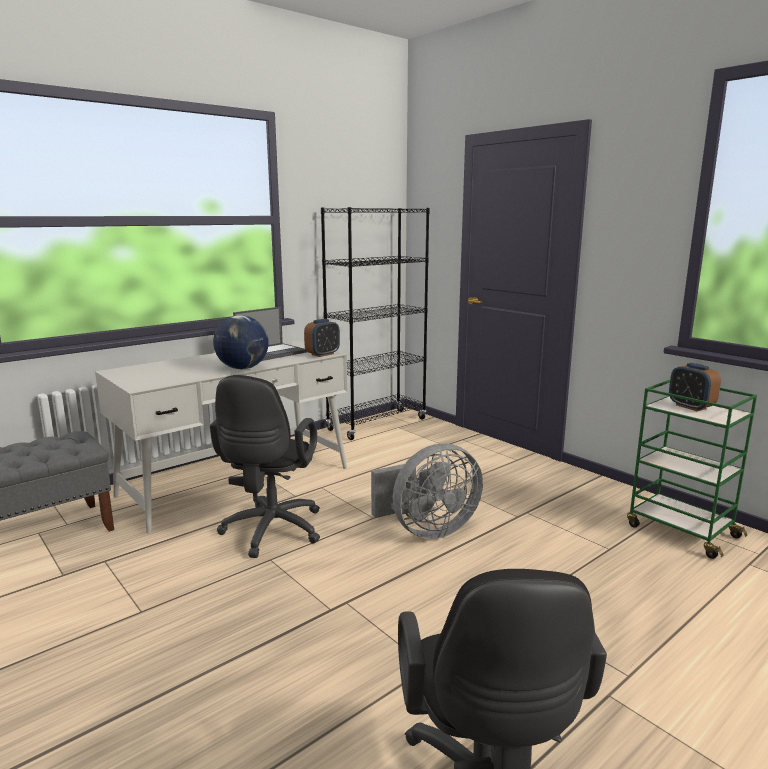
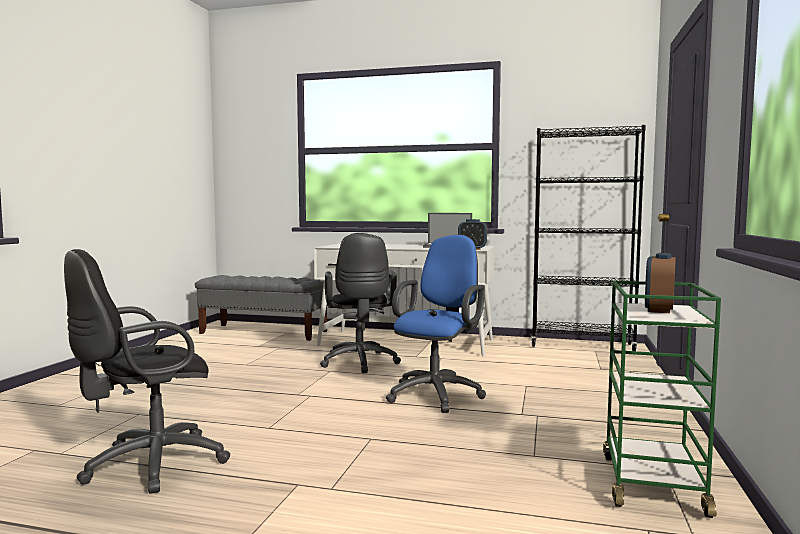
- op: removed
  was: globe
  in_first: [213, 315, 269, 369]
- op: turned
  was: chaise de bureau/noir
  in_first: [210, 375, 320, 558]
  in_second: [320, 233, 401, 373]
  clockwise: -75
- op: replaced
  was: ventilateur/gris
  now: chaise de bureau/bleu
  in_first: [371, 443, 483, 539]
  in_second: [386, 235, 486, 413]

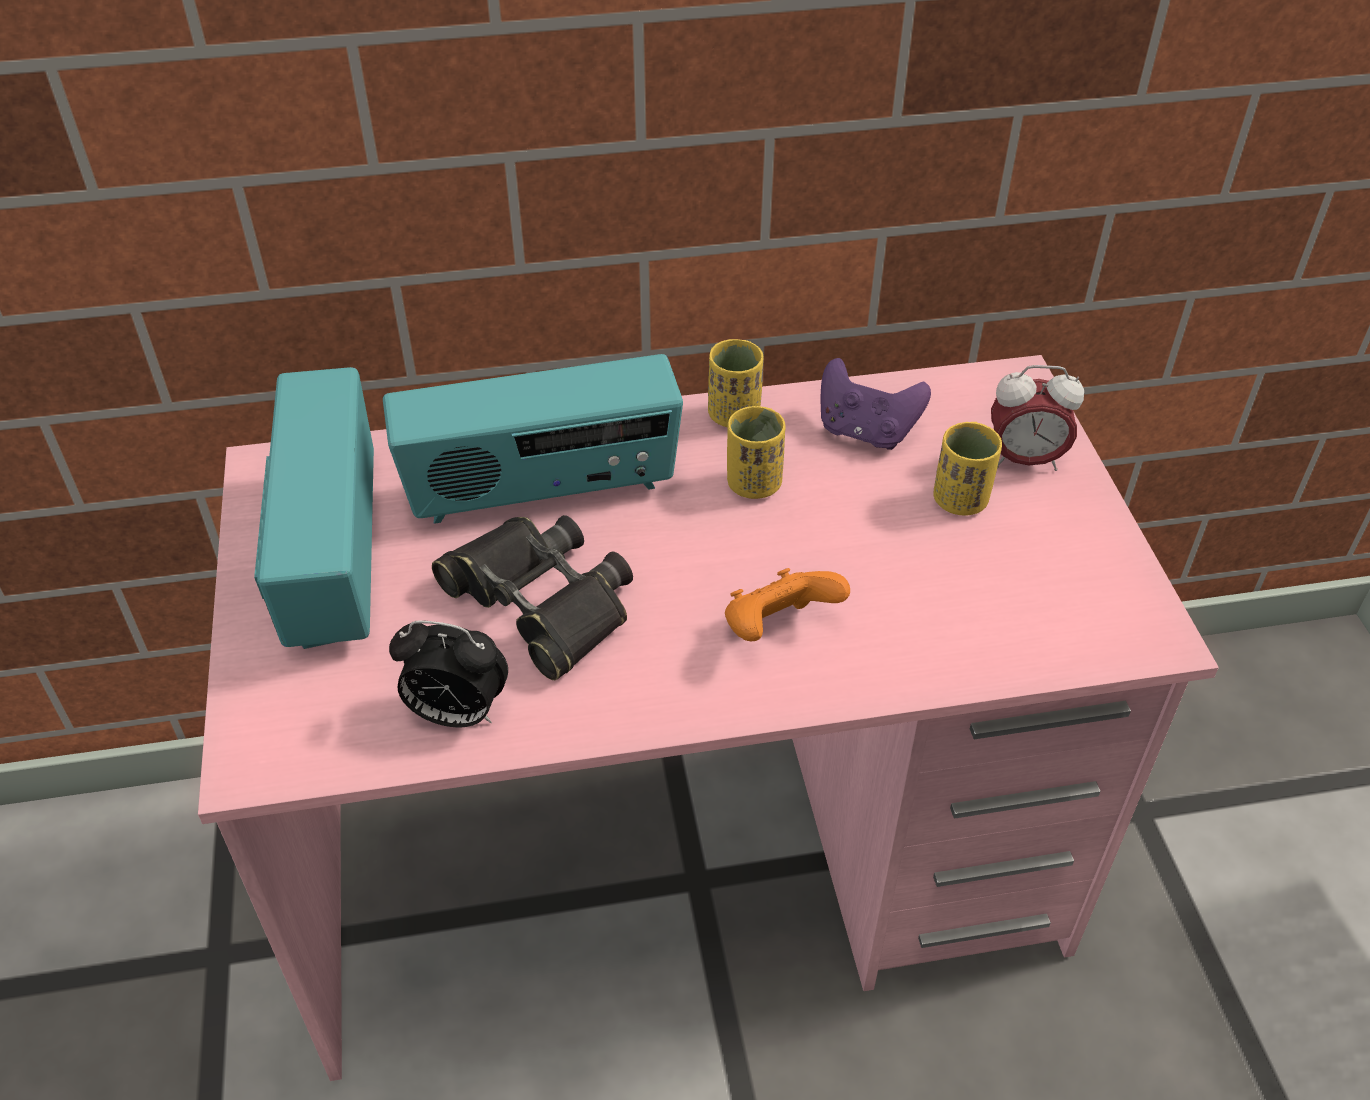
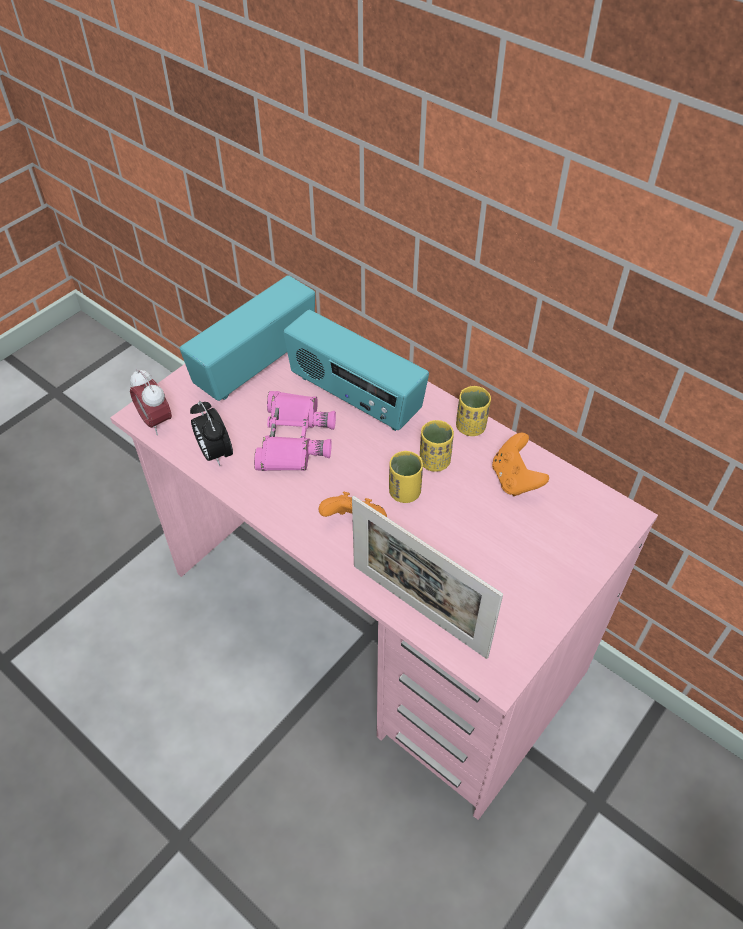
- op: recoloured
  was: manette/violet
  now: manette/orange
  in_first: [821, 358, 931, 450]
  in_second: [492, 433, 549, 496]
- op: moved
  was: réveil
  in_first: [991, 365, 1084, 471]
  in_second: [130, 369, 172, 435]
- op: moved
  was: tasse/jaune
  in_first: [933, 422, 1002, 516]
  in_second: [389, 451, 423, 503]
- op: recoloured
  was: jumelles/noir
  now: jumelles/rose
  in_first: [432, 515, 633, 680]
  in_second: [254, 391, 336, 471]
- op: added
  now: cadre photo
  in_second: [352, 496, 503, 659]

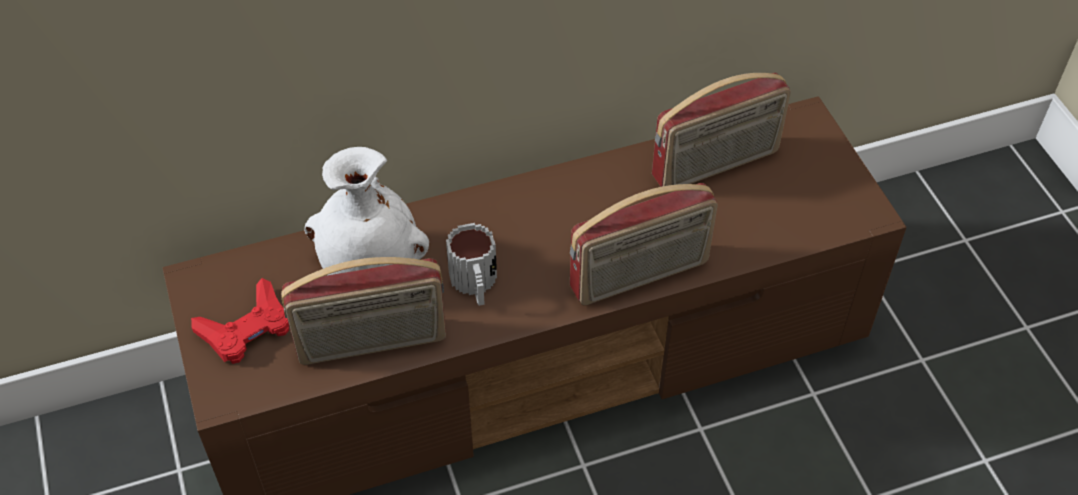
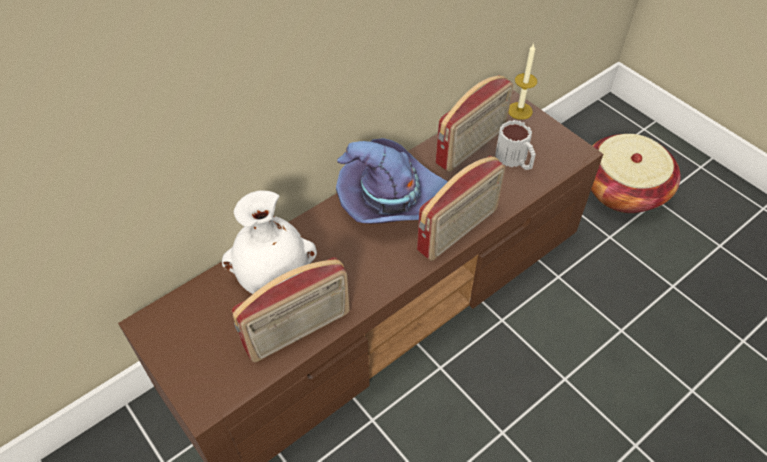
- op: moved
  was: mug
  in_first: [446, 223, 497, 306]
  in_second: [495, 120, 536, 170]
- op: removed
  was: manette/rouge
  in_first: [191, 278, 289, 364]
- op: added
  now: bougie
  in_second: [508, 43, 537, 120]
- op: added
  now: panier
  in_second: [591, 134, 681, 213]
- op: added
  now: chapeau/violet
  in_second: [336, 138, 448, 224]

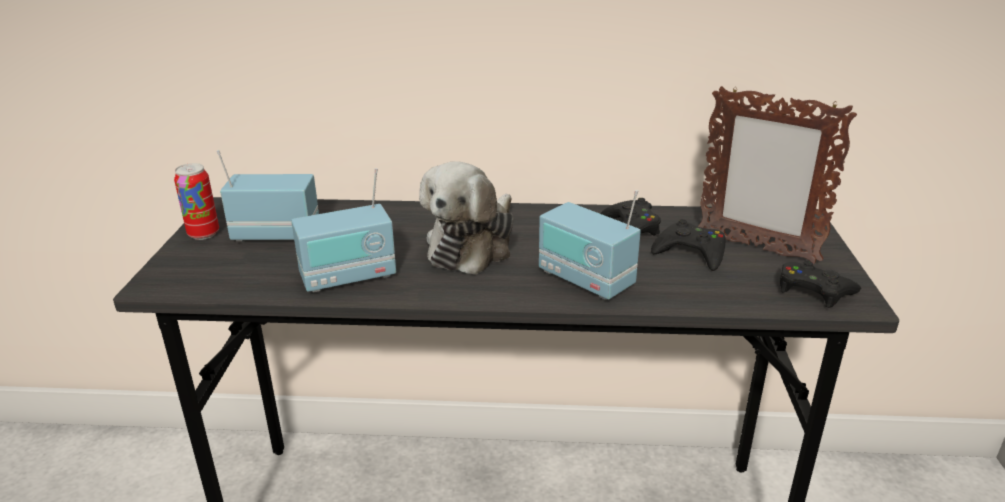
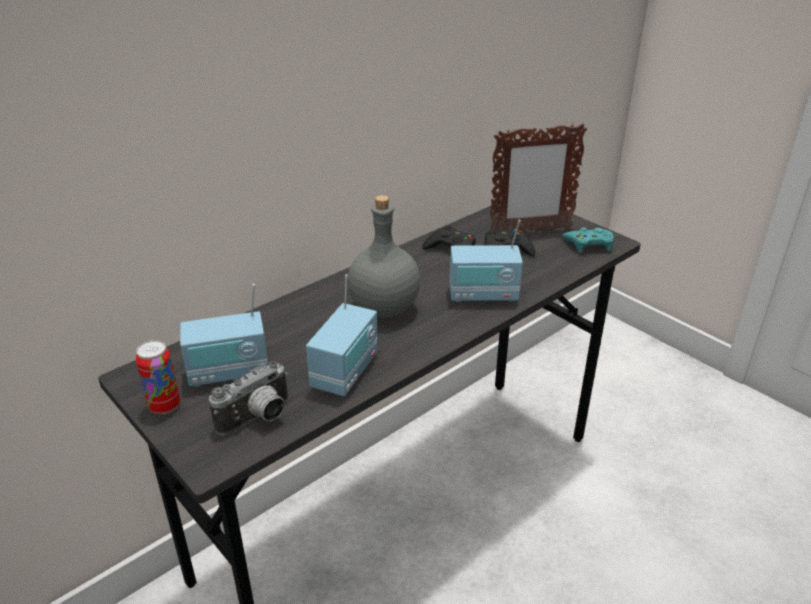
- op: turned
  was: radio
  in_first: [217, 150, 319, 242]
  in_second: [180, 284, 268, 387]
  clockwise: -150
- op: replaced
  was: peluche
  now: bouteille/gris
  in_first: [419, 161, 514, 275]
  in_second: [348, 195, 420, 318]
- op: recoloured
  was: manette/noir
  now: manette/turquoise
  in_first: [780, 261, 861, 308]
  in_second: [562, 227, 614, 252]
- op: added
  now: appareil photo
  in_second: [209, 361, 288, 436]

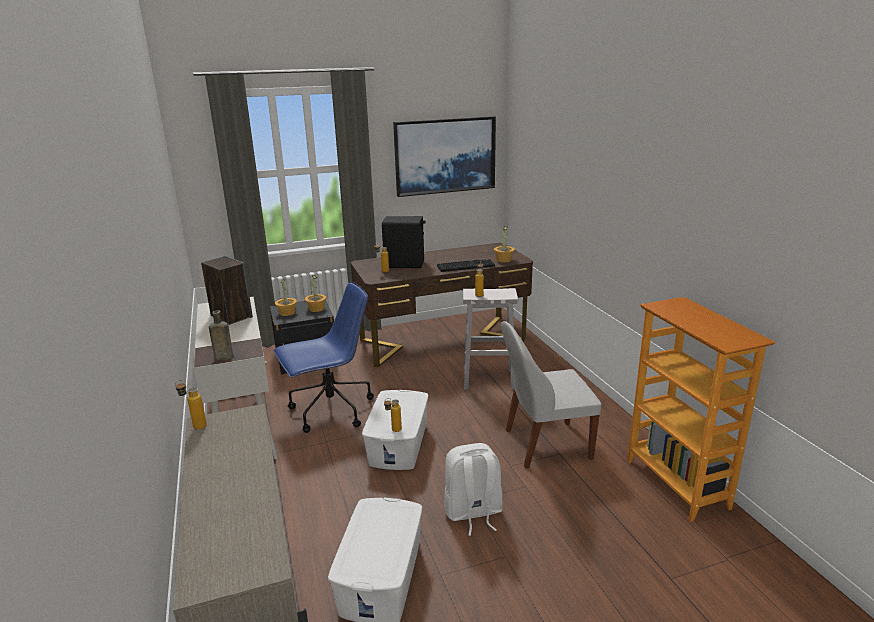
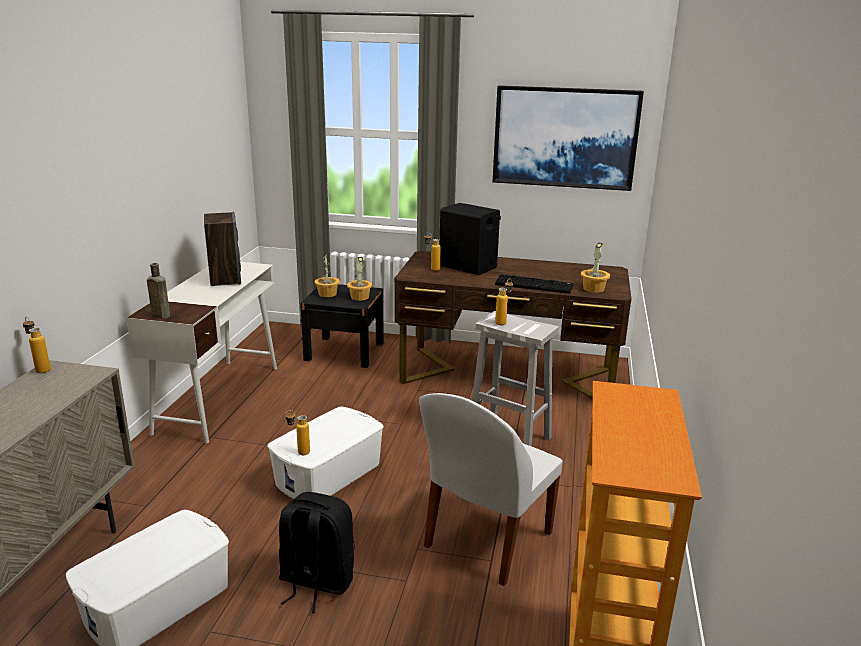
- op: removed
  was: chaise de bureau/bleu
  in_first: [274, 282, 374, 433]
- op: turned
  was: chaise/blanc
  in_first: [501, 321, 601, 468]
  in_second: [419, 393, 563, 586]
  clockwise: -75
- op: recoloured
  was: sac à dos/blanc
  now: sac à dos/noir
  in_first: [444, 443, 502, 536]
  in_second: [279, 492, 355, 613]

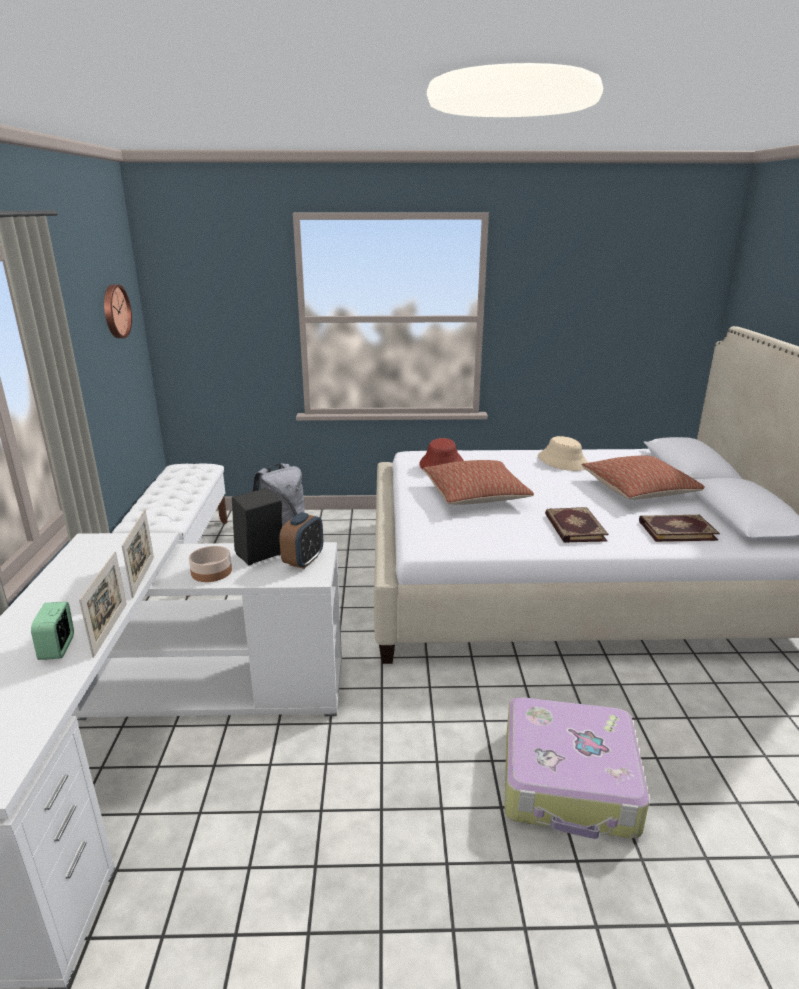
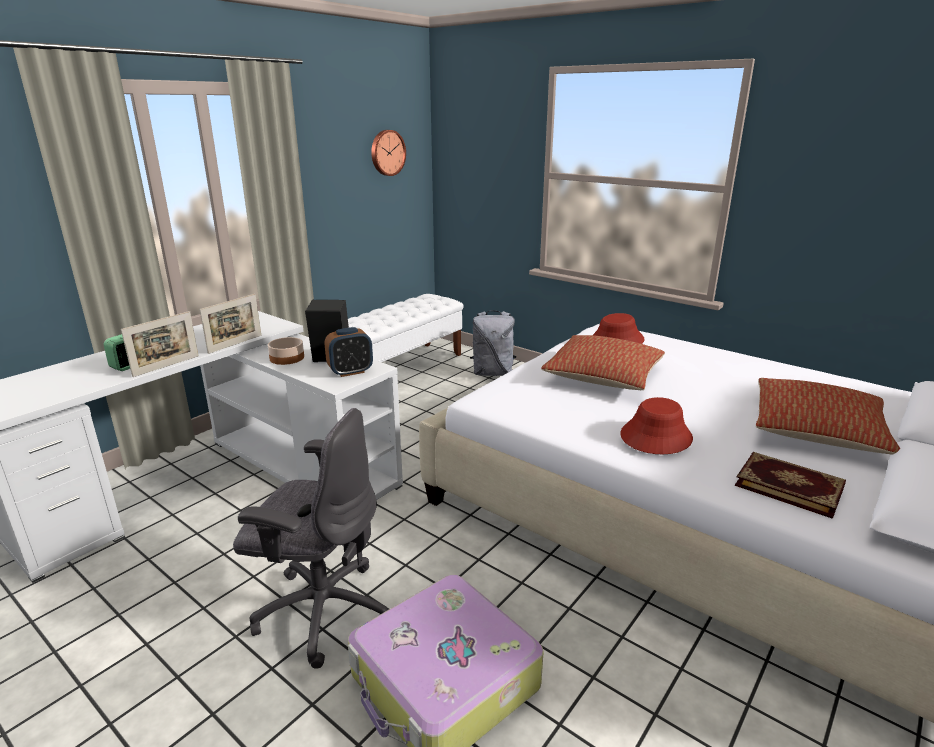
- op: removed
  was: chapeau/beige
  in_first: [538, 436, 588, 471]
- op: replaced
  was: livre
  now: chapeau/rouge
  in_first: [545, 507, 608, 543]
  in_second: [620, 397, 693, 454]
- op: added
  now: chaise de bureau/gris
  in_second: [233, 408, 389, 669]

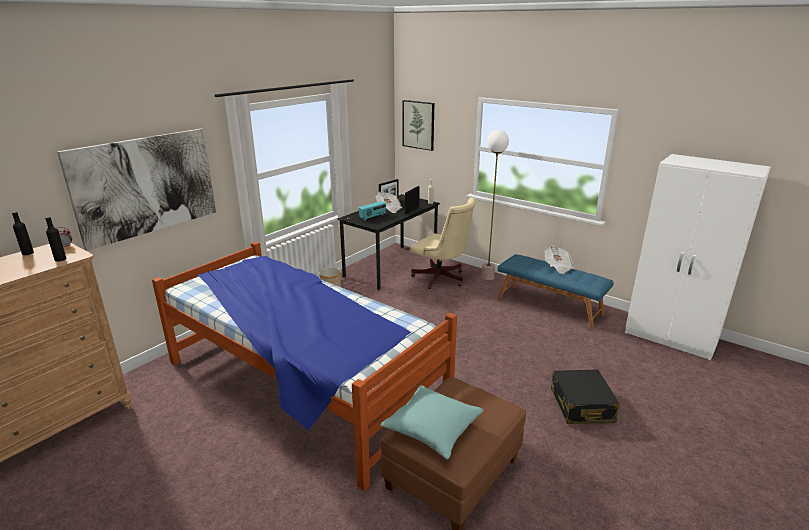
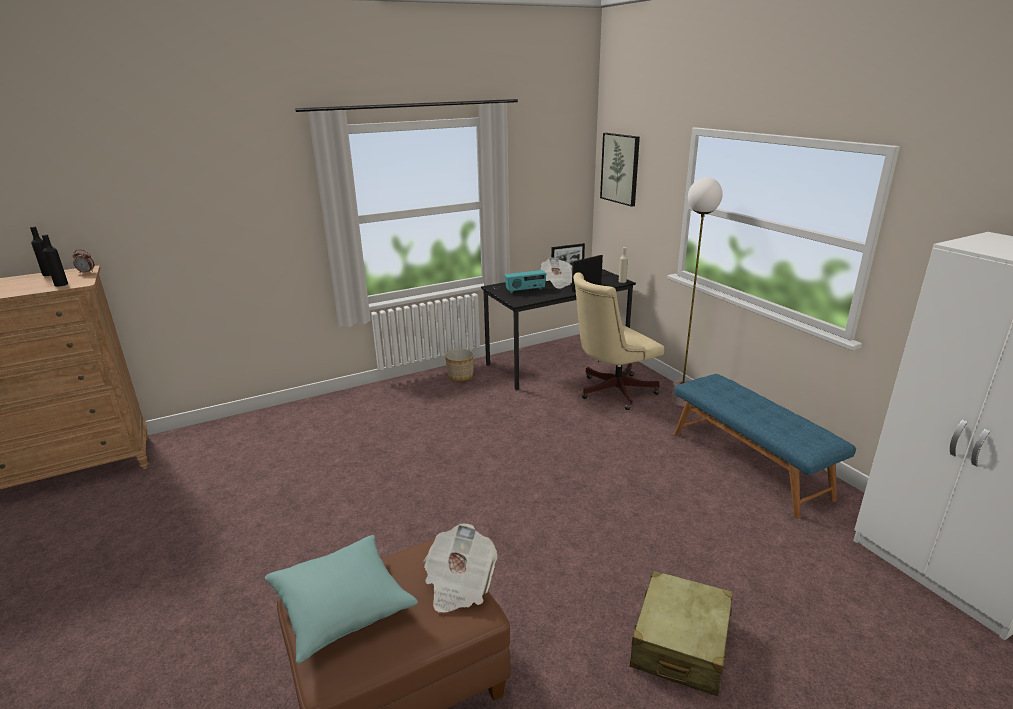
- op: removed
  was: tableau
  in_first: [57, 129, 216, 251]
- op: turned
  was: chaise de bureau/beige
  in_first: [410, 197, 476, 289]
  in_second: [573, 272, 664, 410]
  clockwise: 90
- op: removed
  was: lit
  in_first: [152, 242, 457, 491]
- op: moved
  was: journal
  in_first: [545, 246, 573, 274]
  in_second: [423, 524, 498, 613]
- op: recoloured
  was: valise/noir
  now: valise/beige
  in_first: [551, 369, 620, 424]
  in_second: [630, 570, 733, 696]

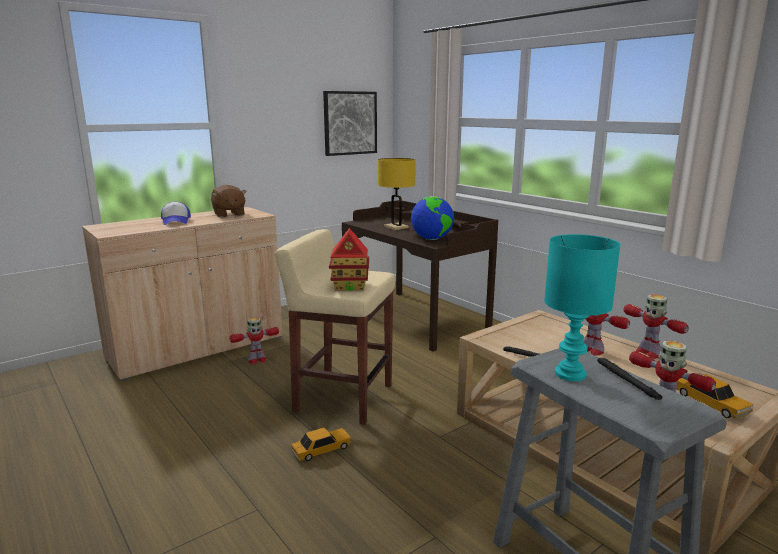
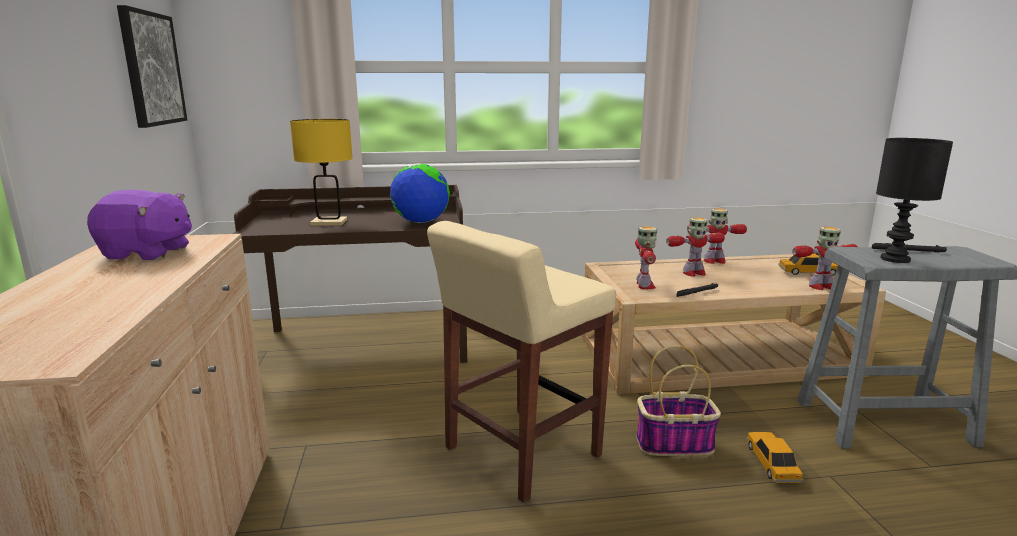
- op: recoloured
  was: peluche/marron
  now: peluche/violet
  in_first: [211, 185, 247, 218]
  in_second: [87, 190, 192, 260]
- op: removed
  was: casquette
  in_first: [161, 202, 191, 225]
- op: removed
  was: maison miniature
  in_first: [329, 228, 369, 290]
- op: recoloured
  was: lampe de table/turquoise
  now: lampe de table/noir
  in_first: [544, 234, 621, 381]
  in_second: [876, 138, 953, 263]
- op: moved
  was: robot jouet
  in_first: [229, 317, 279, 364]
  in_second: [635, 226, 657, 289]
- op: moved
  was: petite voiture
  in_first: [291, 428, 351, 461]
  in_second: [747, 432, 804, 483]
- op: added
  now: panier
  in_second: [637, 345, 721, 456]

